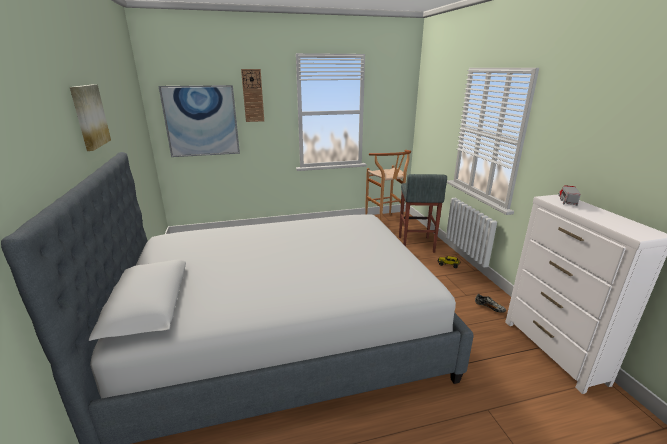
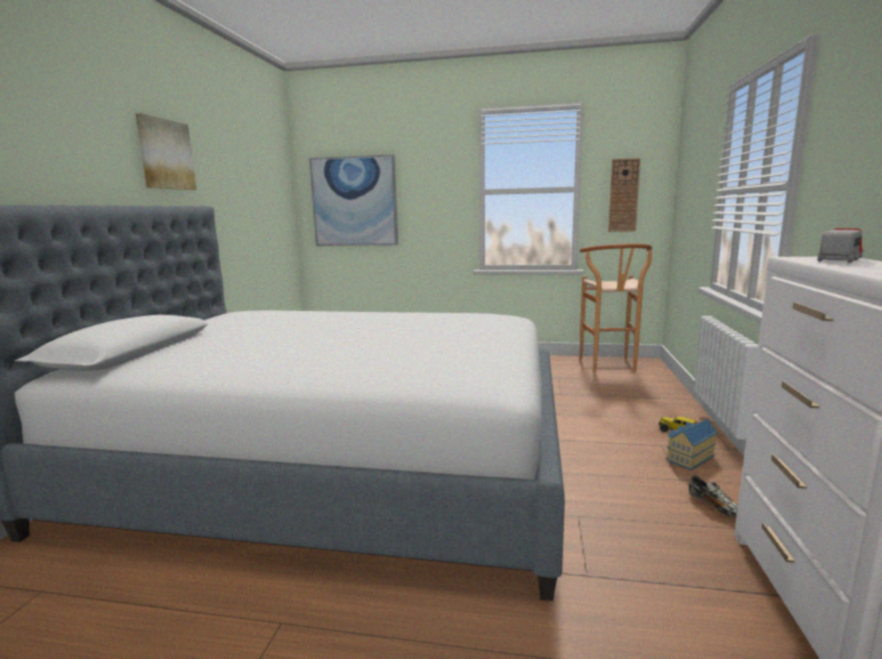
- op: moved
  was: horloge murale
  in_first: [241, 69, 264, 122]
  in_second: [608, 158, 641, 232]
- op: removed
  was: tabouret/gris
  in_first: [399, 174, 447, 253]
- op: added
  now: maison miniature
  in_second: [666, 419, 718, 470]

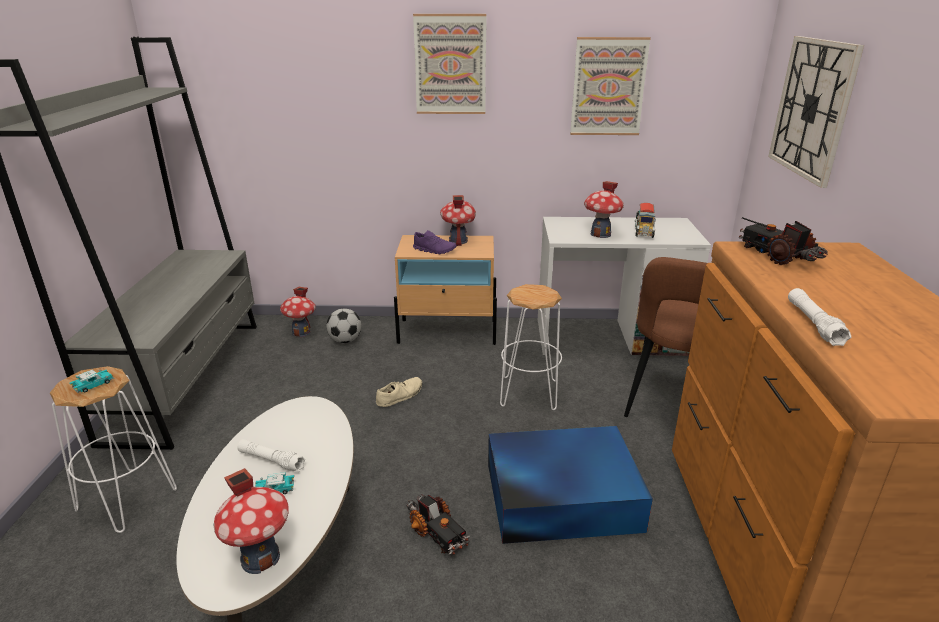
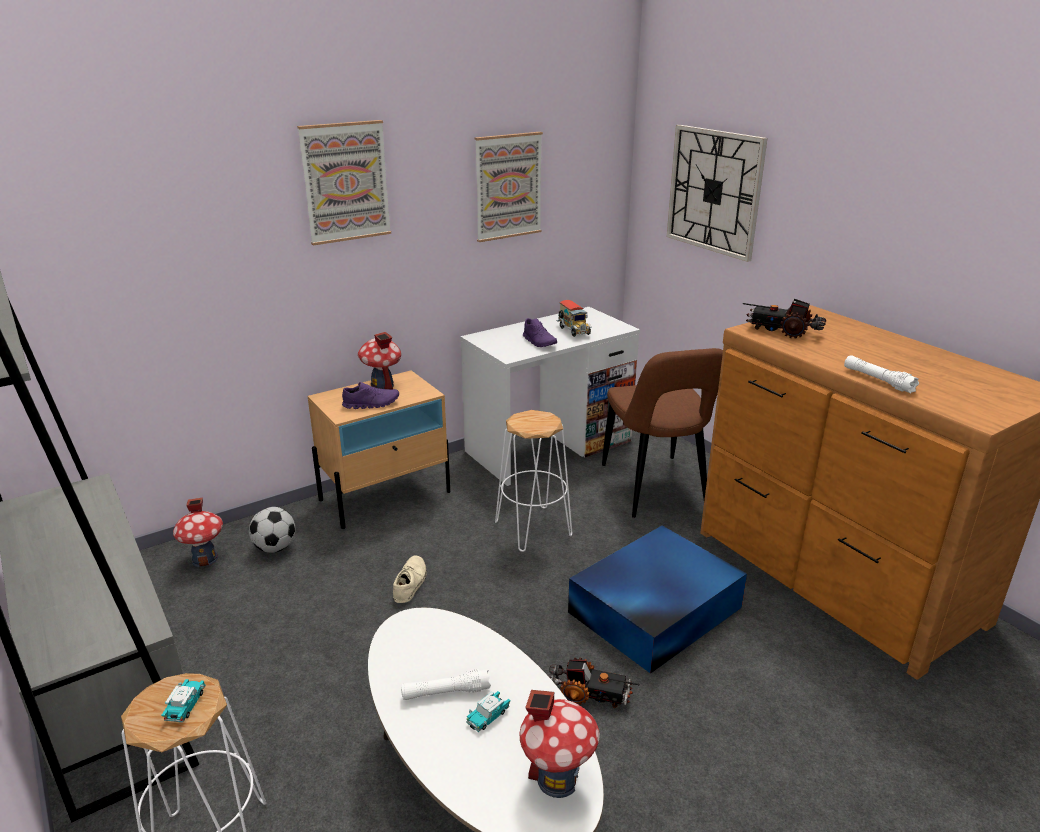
- op: replaced
  was: maison miniature
  now: chaussure/violet
  in_first: [584, 181, 624, 238]
  in_second: [523, 318, 557, 347]

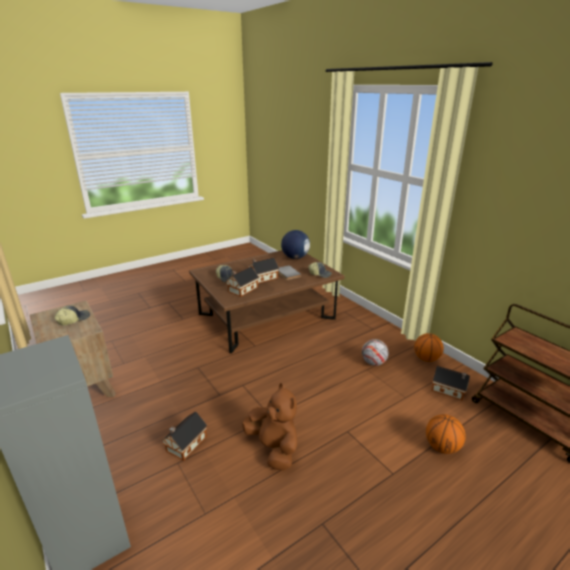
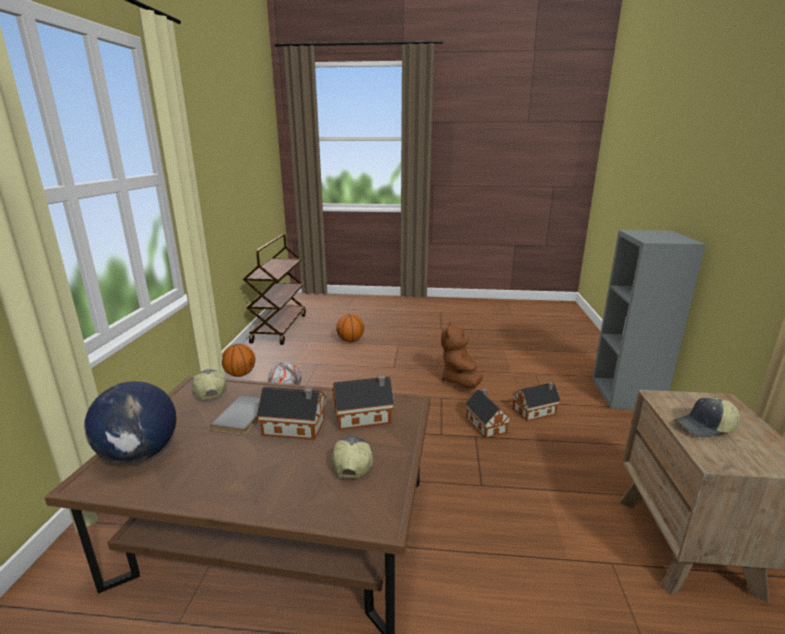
- op: moved
  was: maison miniature
  in_first: [432, 366, 470, 400]
  in_second: [465, 388, 511, 439]

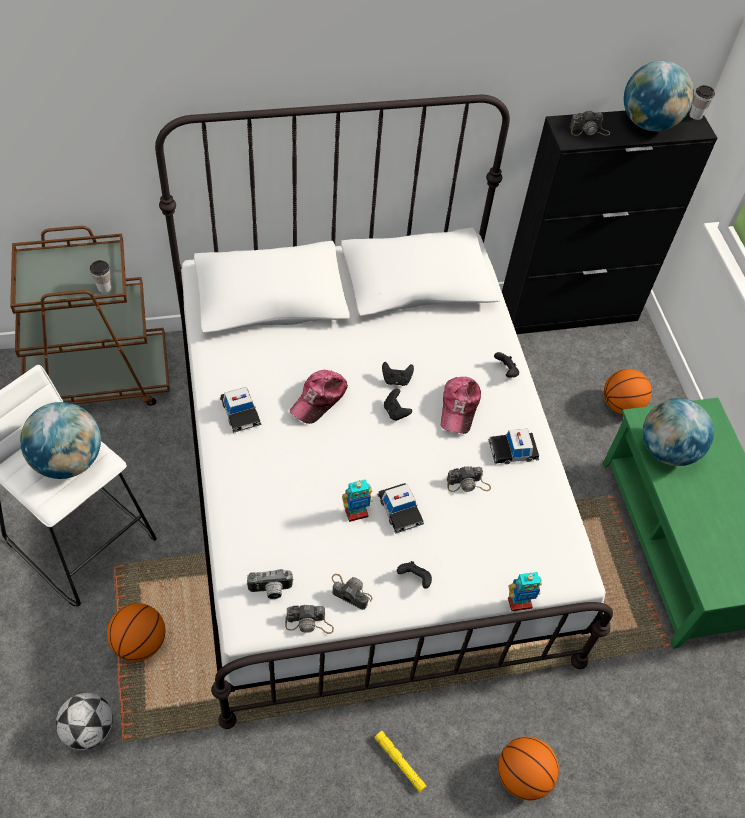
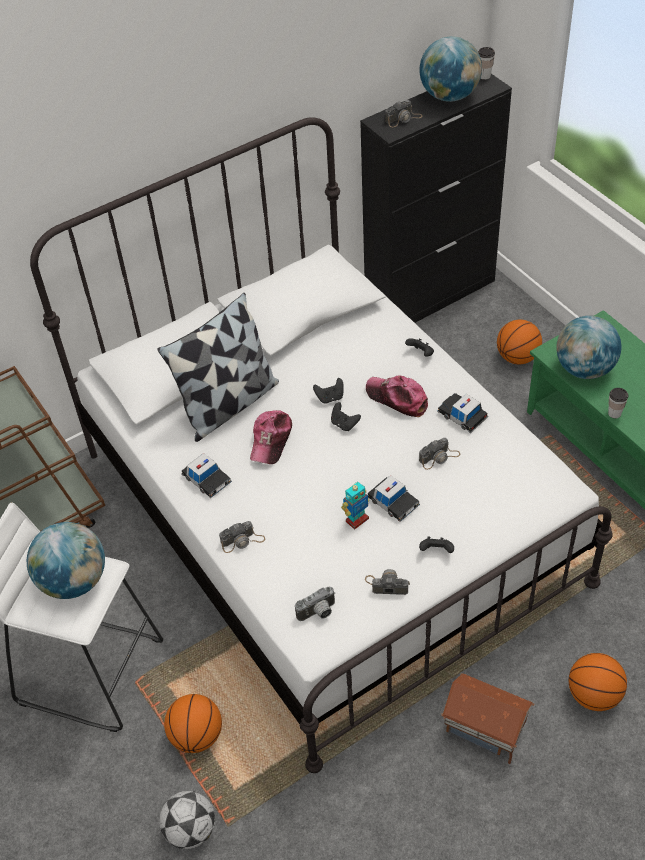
- op: moved
  was: tasse
  in_first: [90, 260, 111, 293]
  in_second: [608, 388, 628, 419]
- op: turned
  was: casquette
  in_first: [441, 377, 481, 434]
  in_second: [366, 375, 428, 417]
  clockwise: 135
- op: turned
  was: petite voiture
  in_first: [488, 429, 539, 464]
  in_second: [437, 393, 488, 433]
  clockwise: 75
- op: removed
  was: robot jouet
  in_first: [508, 572, 542, 612]
- op: moved
  was: appareil photo
  in_first: [285, 605, 334, 634]
  in_second: [219, 521, 265, 553]
- op: replaced
  was: lampe de poche/jaune
  now: maison miniature
  in_first: [374, 731, 426, 793]
  in_second: [441, 673, 534, 764]
- op: added
  now: coussin
  in_second: [157, 293, 279, 442]

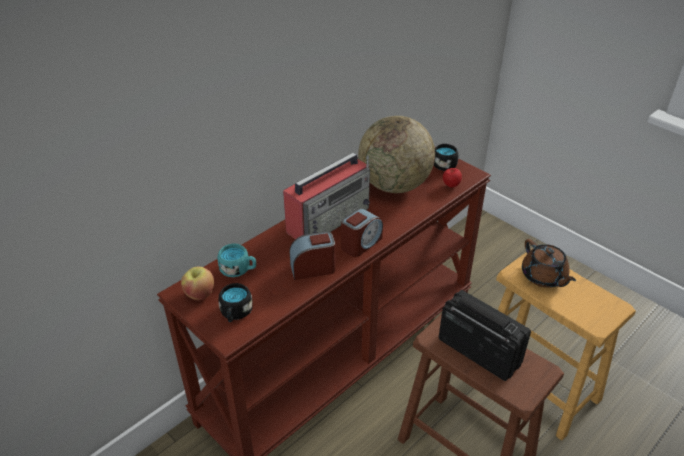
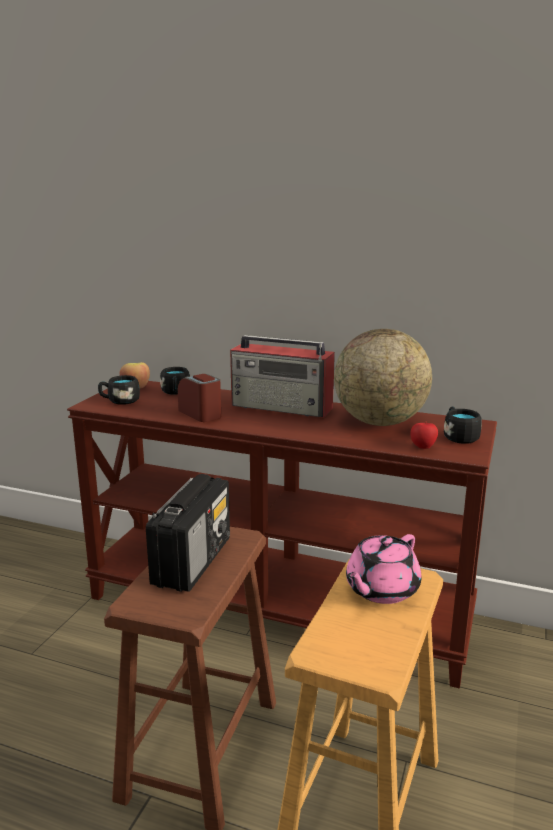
- op: removed
  was: réveil
  in_first: [341, 208, 383, 257]
- op: recoloured
  was: théière/marron
  now: théière/rose
  in_first: [522, 239, 576, 288]
  in_second: [346, 534, 421, 604]
- op: recoloured
  was: mug/turquoise
  now: mug/noir
  in_first: [218, 244, 256, 277]
  in_second: [160, 367, 190, 395]

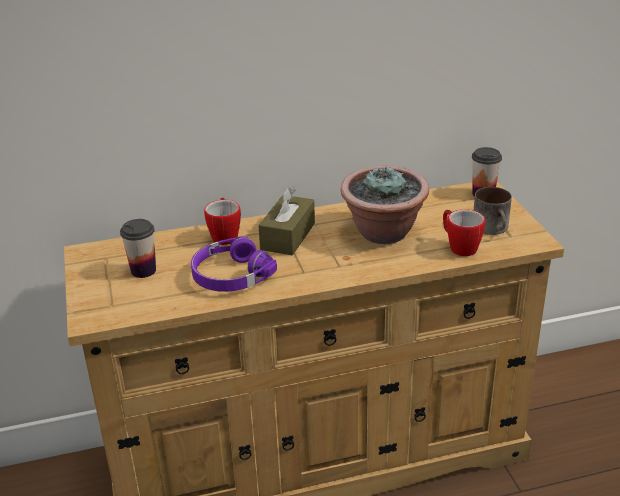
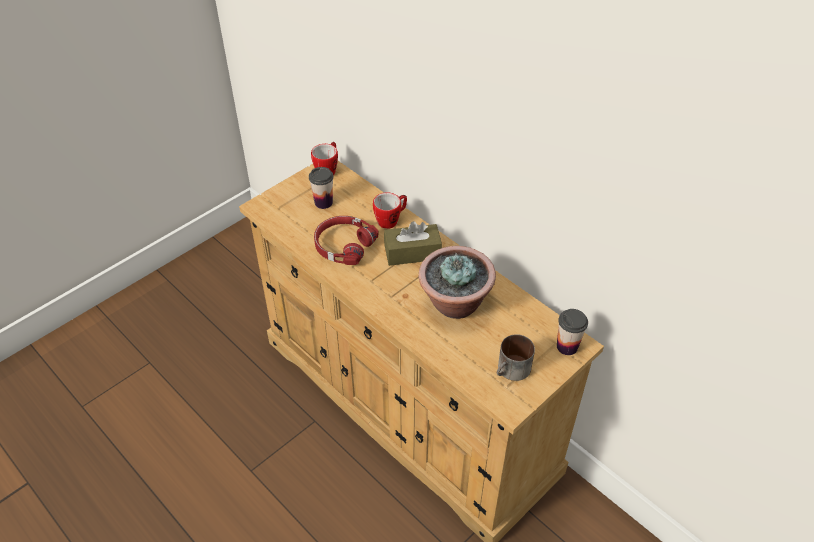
- op: moved
  was: mug
  in_first: [443, 209, 485, 256]
  in_second: [311, 142, 338, 175]
- op: recoloured
  was: casque audio/violet
  now: casque audio/rouge
  in_first: [191, 236, 277, 292]
  in_second: [314, 216, 379, 265]

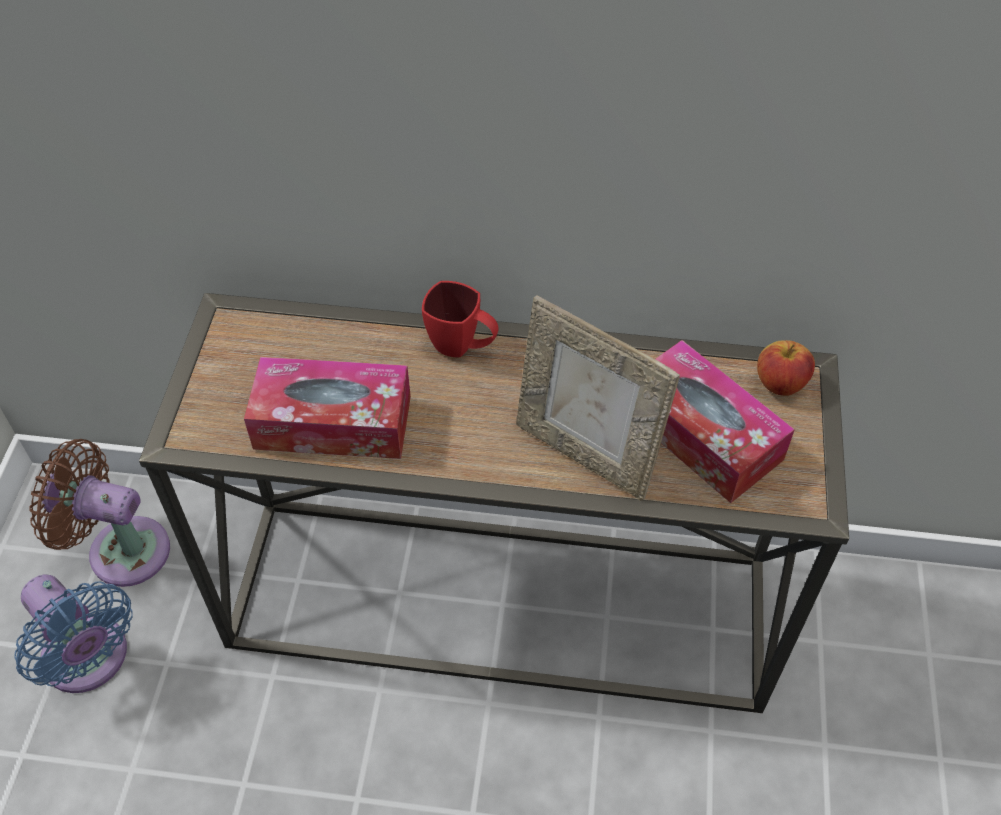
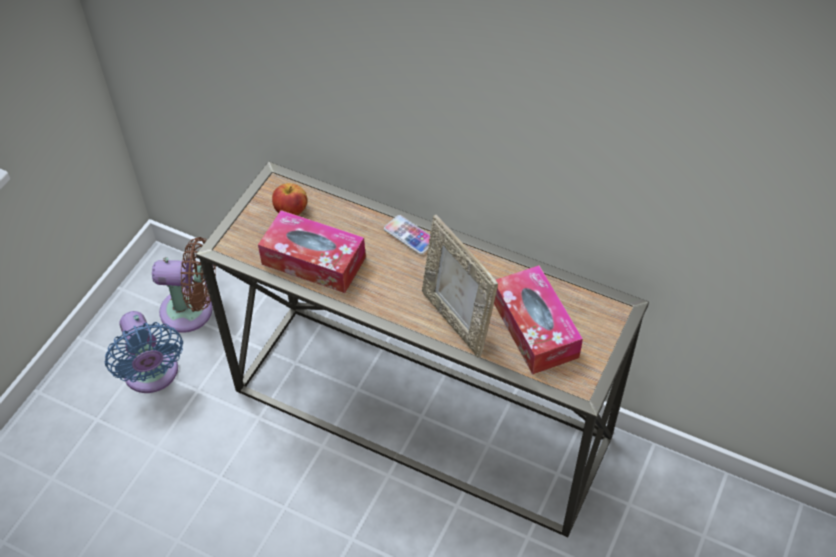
- op: replaced
  was: mug/rouge
  now: téléphone
  in_first: [422, 281, 499, 357]
  in_second: [384, 215, 430, 254]
- op: moved
  was: pomme
  in_first: [757, 340, 815, 396]
  in_second: [272, 183, 307, 216]
- op: turned
  was: ventilateur/marron
  in_first: [29, 439, 170, 587]
  in_second: [152, 237, 216, 333]
  clockwise: 150

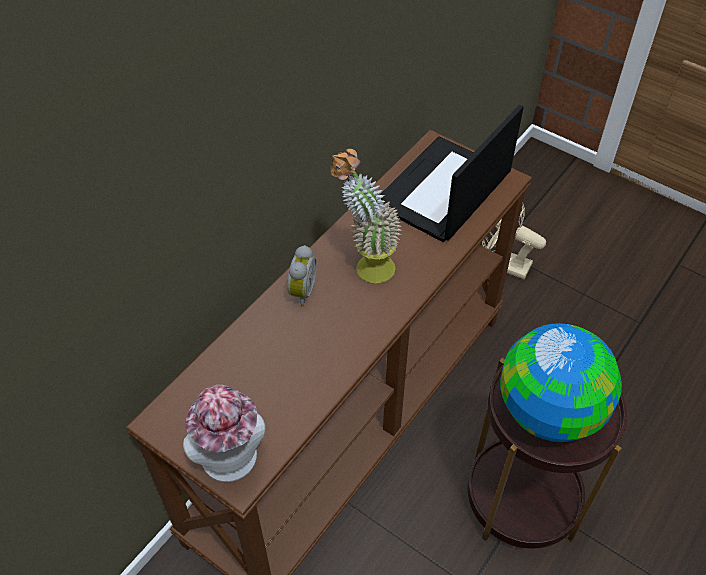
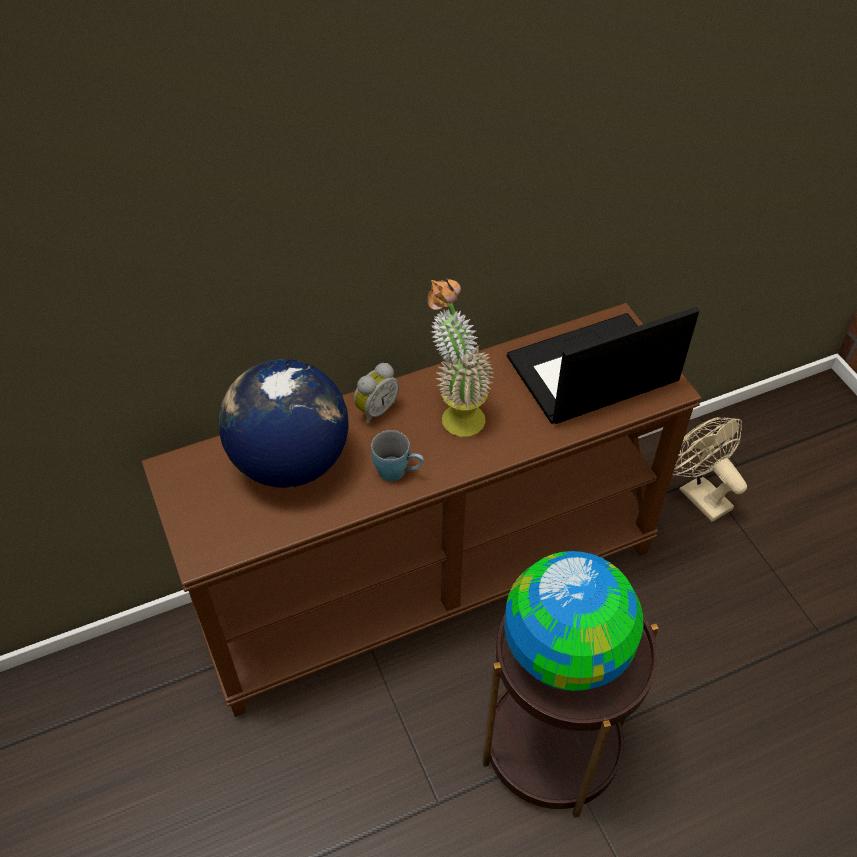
- op: removed
  was: chapeau
  in_first: [183, 385, 265, 482]
- op: added
  now: globe
  in_second: [219, 359, 349, 488]
- op: added
  now: mug/bleu
  in_second: [371, 430, 424, 481]

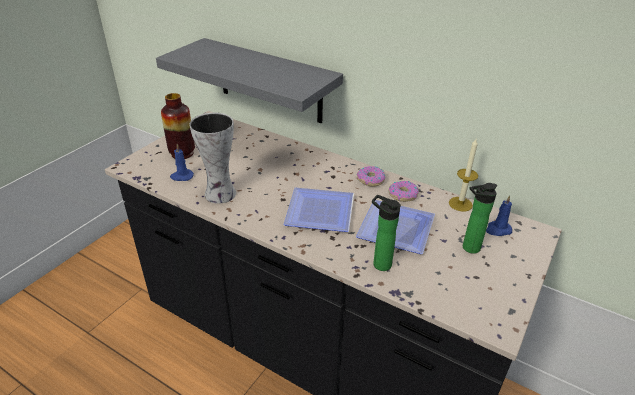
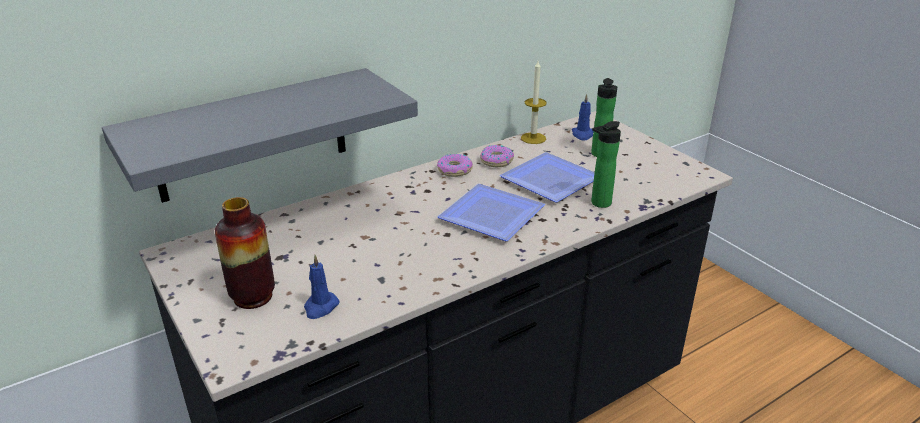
- op: removed
  was: vase
  in_first: [189, 113, 236, 204]

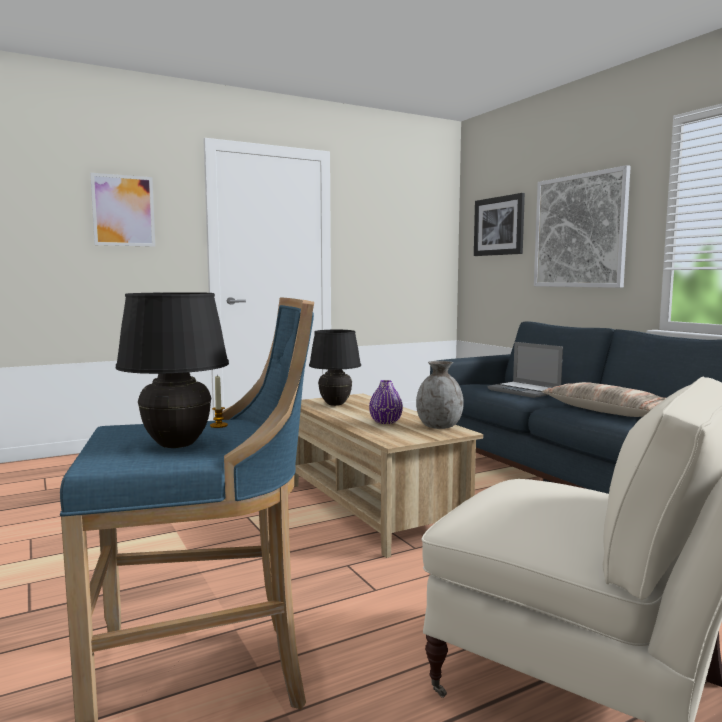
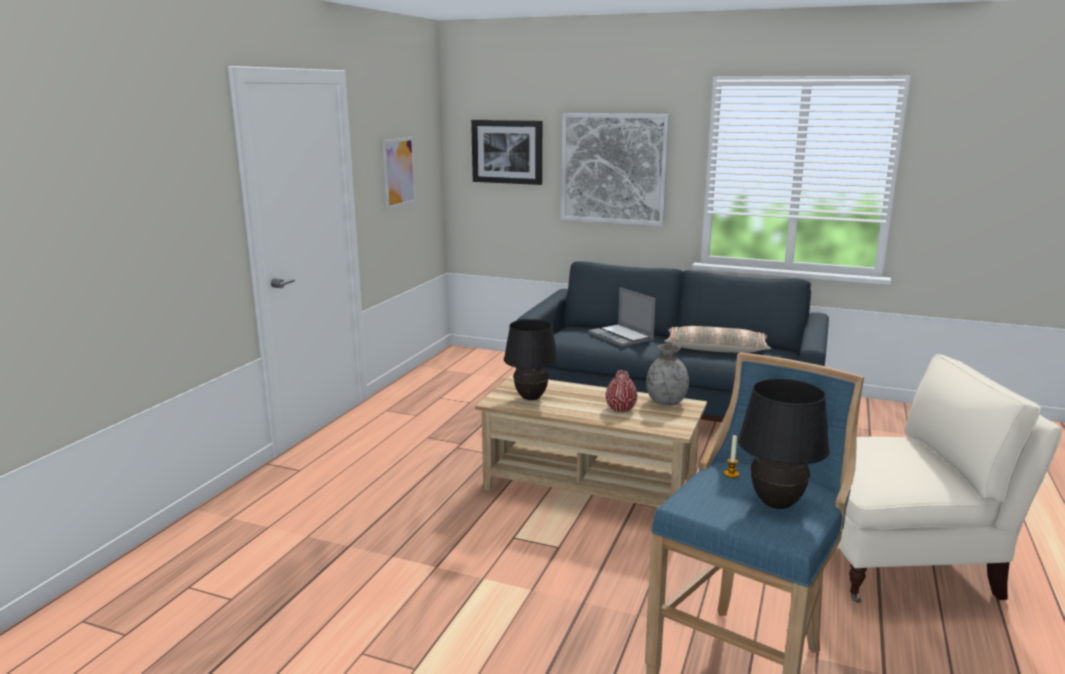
- op: moved
  was: tableau
  in_first: [90, 173, 155, 247]
  in_second: [383, 137, 416, 209]
- op: turned
  was: ordinateur portable
  in_first: [488, 342, 563, 398]
  in_second: [589, 287, 656, 347]
  clockwise: 45
- op: recoloured
  was: vase/violet
  now: vase/rouge
  in_first: [369, 380, 403, 424]
  in_second: [606, 370, 637, 412]

